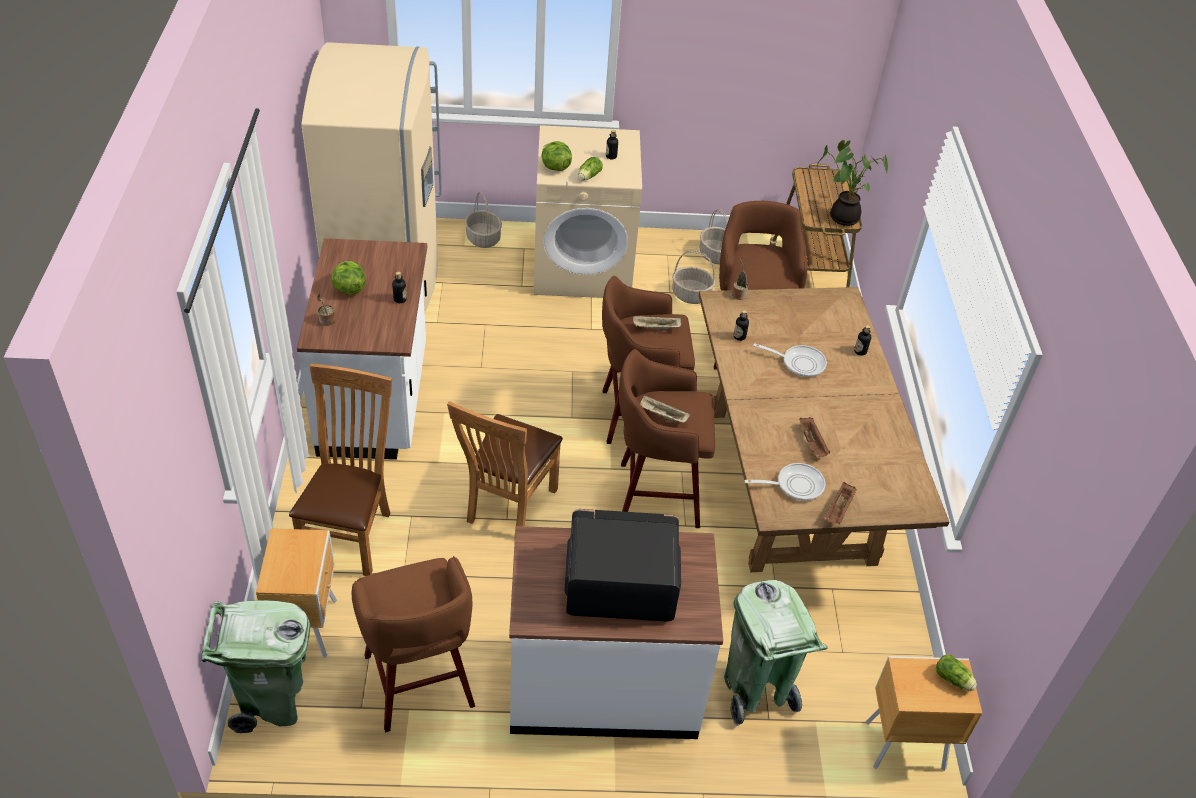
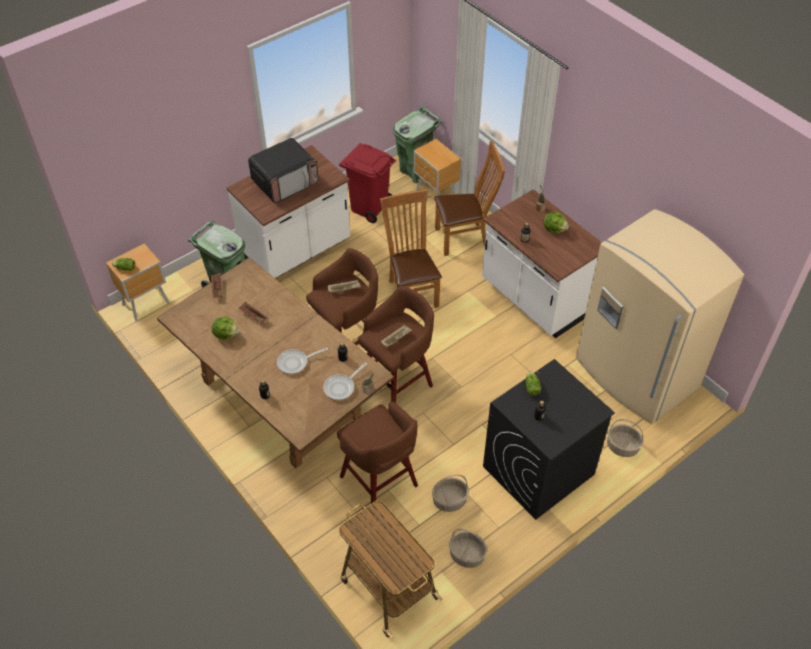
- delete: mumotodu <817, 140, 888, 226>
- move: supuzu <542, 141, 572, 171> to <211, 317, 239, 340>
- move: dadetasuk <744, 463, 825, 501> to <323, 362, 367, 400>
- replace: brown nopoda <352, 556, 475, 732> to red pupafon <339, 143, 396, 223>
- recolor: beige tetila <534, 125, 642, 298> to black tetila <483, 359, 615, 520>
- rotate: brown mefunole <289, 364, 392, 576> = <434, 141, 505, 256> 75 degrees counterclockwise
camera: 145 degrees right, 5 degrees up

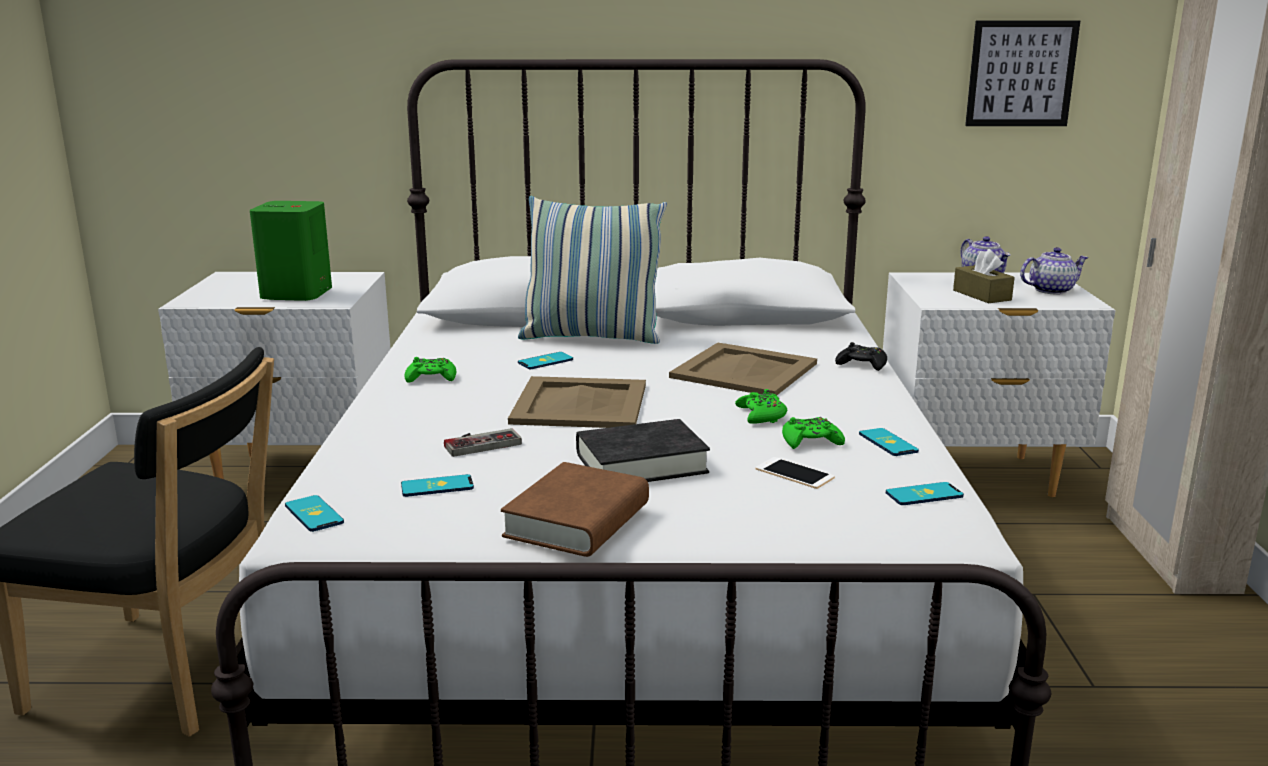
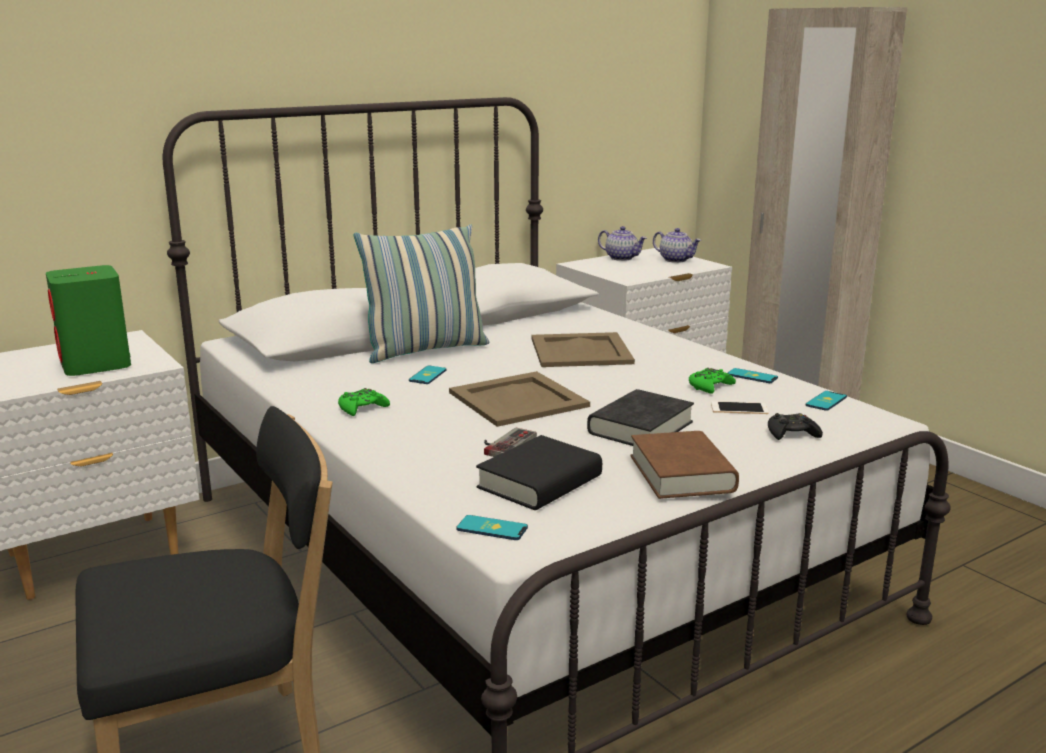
- delete: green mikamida <735, 389, 787, 424>
- delete: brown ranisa <953, 249, 1015, 303>
- delete: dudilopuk <965, 21, 1080, 126>
- move: black mikamida <835, 342, 887, 371> to <768, 413, 823, 440>
- replace: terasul <401, 474, 474, 497> to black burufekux <476, 435, 602, 510>
- rotate: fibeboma <1020, 247, 1089, 295> = <653, 228, 702, 263> 90 degrees clockwise
camera: 35 degrees left, 0 degrees up

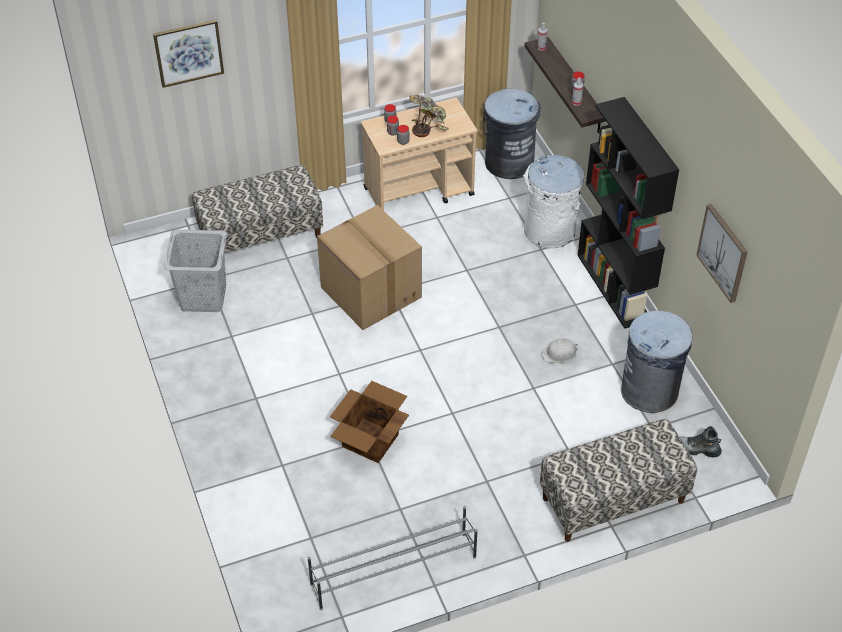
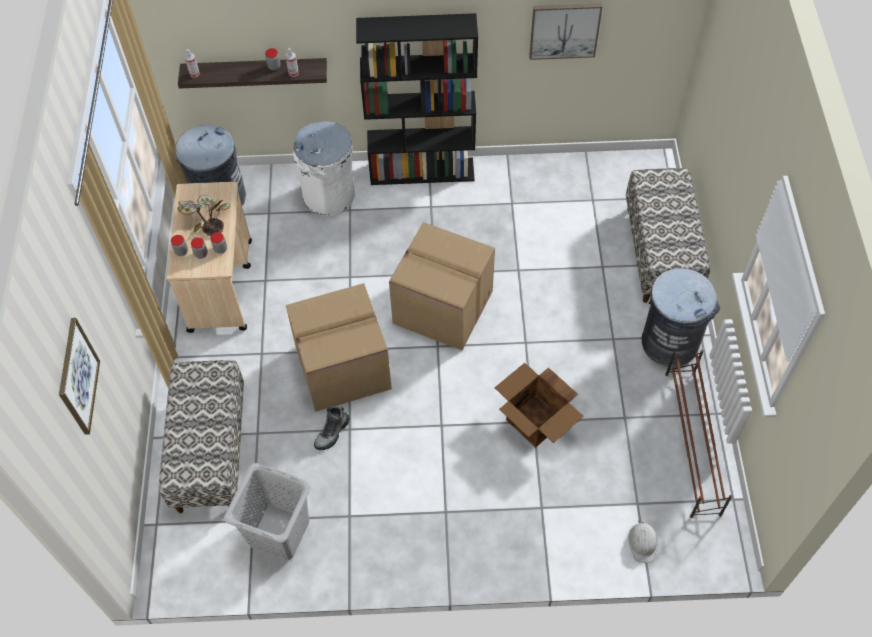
- insert: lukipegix <389, 222, 495, 350>
- move: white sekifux <541, 338, 578, 363> to <628, 521, 658, 563>
- move: grey pupafon <621, 311, 693, 413> to <642, 268, 720, 368>
- move: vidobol <680, 426, 722, 458> to <314, 407, 350, 450>
- recolor: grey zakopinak <308, 506, 478, 610> to brown zakopinak <665, 350, 732, 518>
camera: 70 degrees left, 10 degrees up

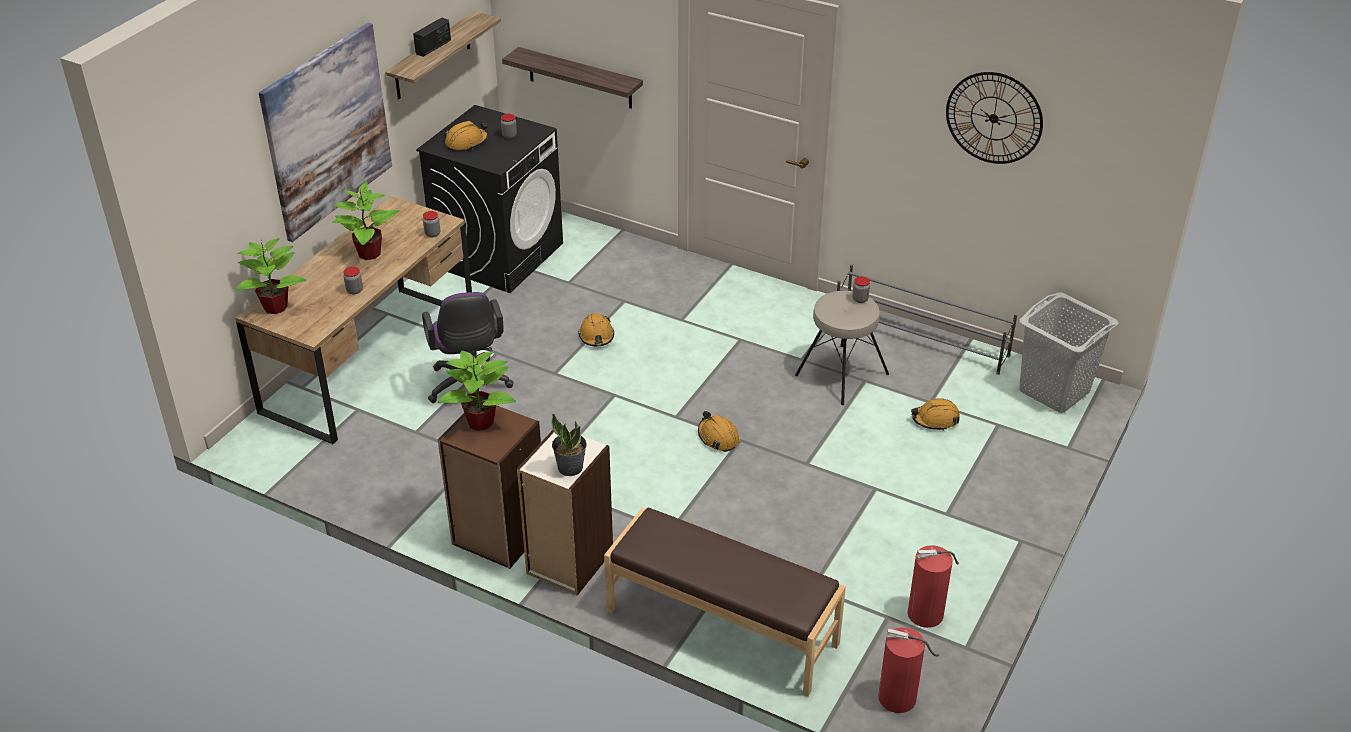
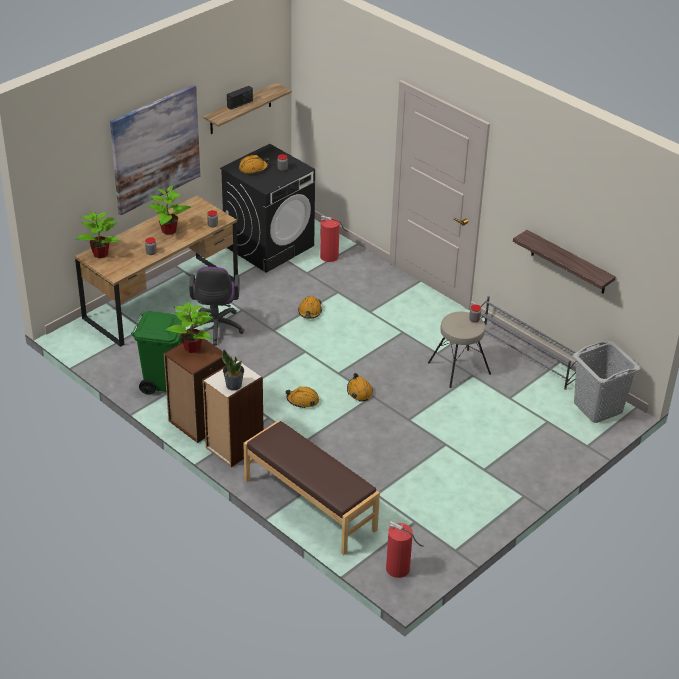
- delete: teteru <946, 72, 1043, 164>
- insert: green pupafon <131, 311, 182, 395>
- move: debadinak <502, 47, 643, 109> to <513, 230, 616, 294>
- move: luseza <908, 545, 959, 628> to <320, 216, 348, 262>
- move: orange sekifux <911, 398, 960, 431> to <286, 387, 319, 409>
camera: 15 degrees right, 0 degrees up

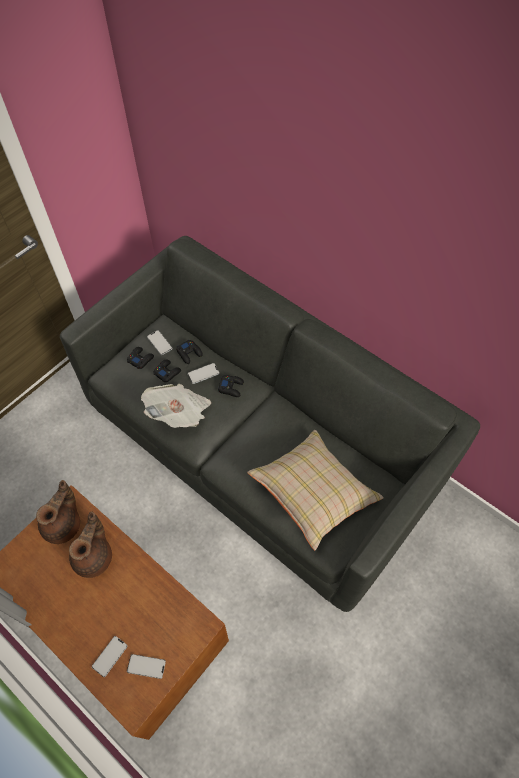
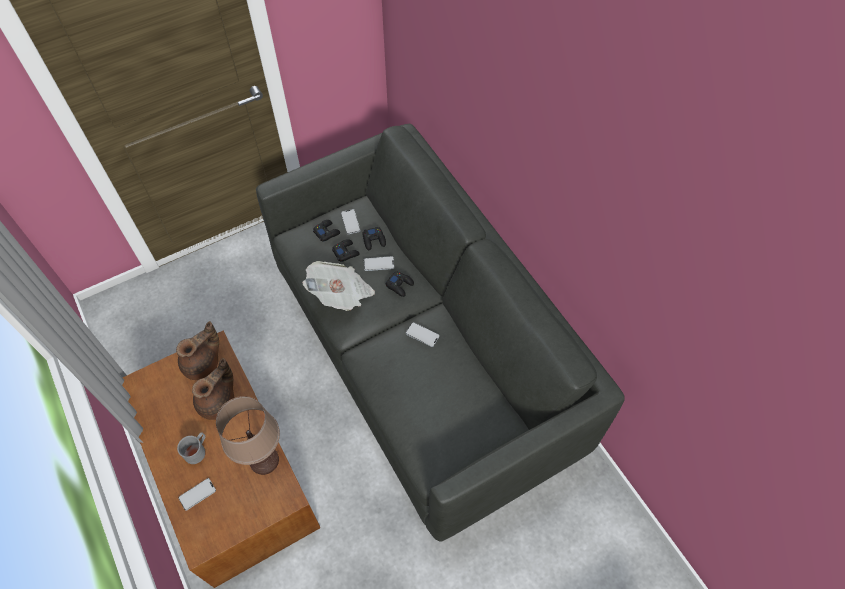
- delete: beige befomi <247, 430, 384, 550>
- insert: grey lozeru <177, 432, 206, 464>
- insert: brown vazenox <216, 396, 280, 475>
- move: terasul <127, 654, 166, 679> to <406, 322, 440, 347>
camera: 20 degrees right, 0 degrees up

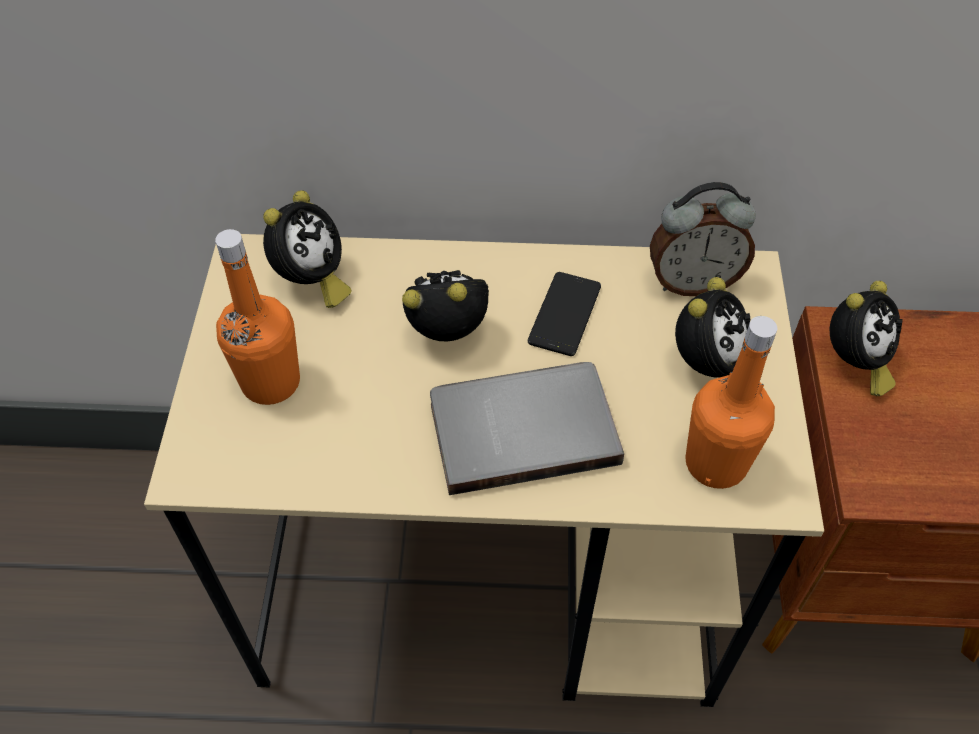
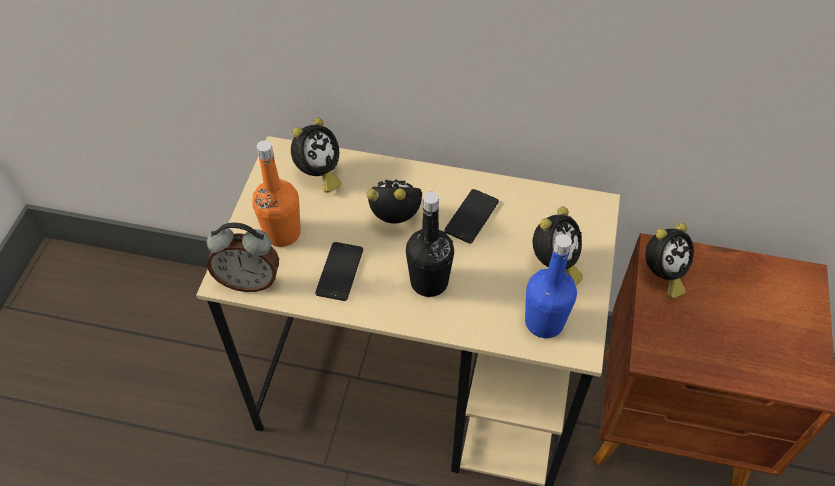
- insert: terasul <315, 242, 363, 301>
- move: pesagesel <650, 182, 756, 296> to <207, 222, 279, 292>
- replace: grey burufekux <430, 362, 624, 495> to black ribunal <406, 192, 454, 297>
- recolor: orange ribunal <686, 316, 777, 489> to blue ribunal <525, 234, 577, 338>
camera: 10 degrees right, 0 degrees up

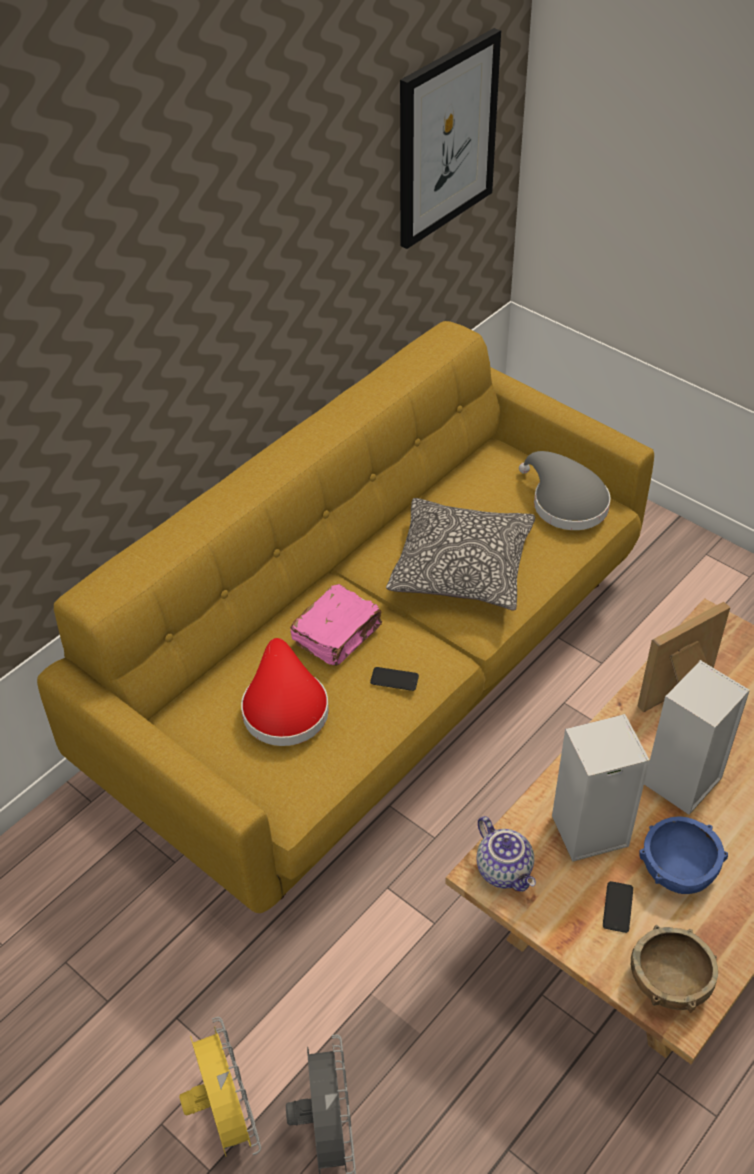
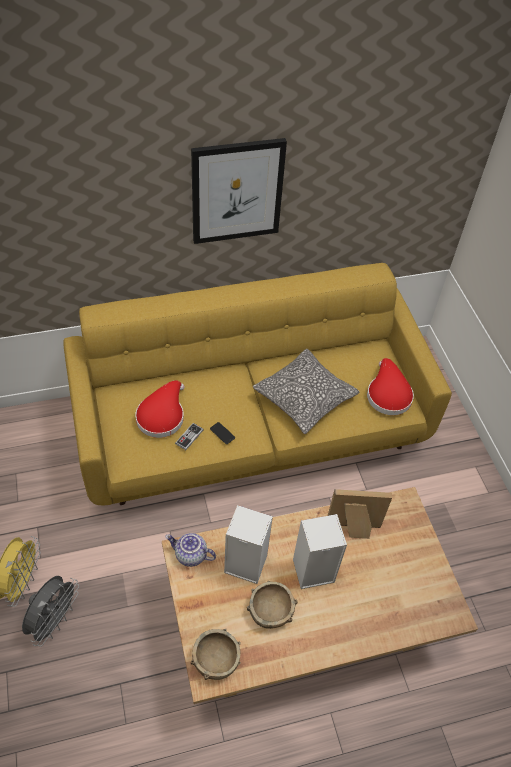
- delete: pink burufekux <290, 584, 382, 666>
- delete: terasul <603, 881, 633, 933>
- insert: mikamida <175, 423, 204, 450>
- move: dudilopuk <400, 28, 501, 249> to <191, 138, 287, 244>
- recolor: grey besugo <519, 451, 611, 530> to red besugo <367, 358, 414, 415>
- recolor: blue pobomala <639, 816, 728, 894> to brown pobomala <247, 581, 298, 629>
- rotate: fibeboma <477, 816, 536, 892> = <165, 533, 216, 567> 105 degrees clockwise
camera: 30 degrees right, 5 degrees up

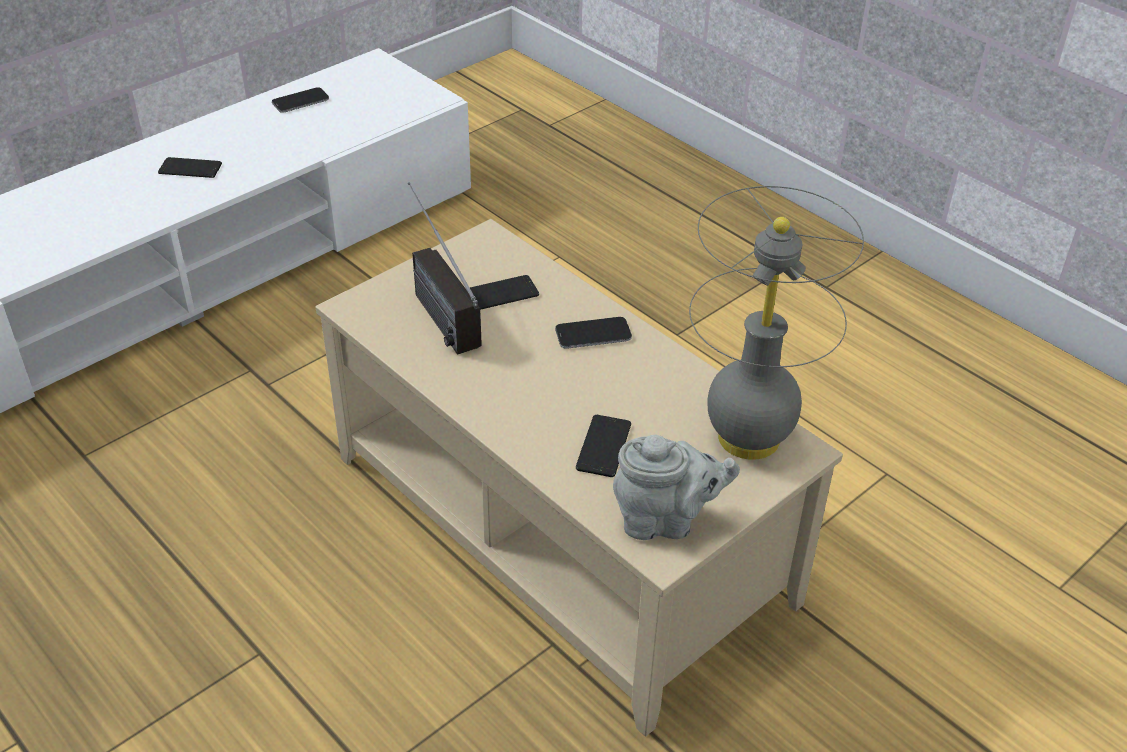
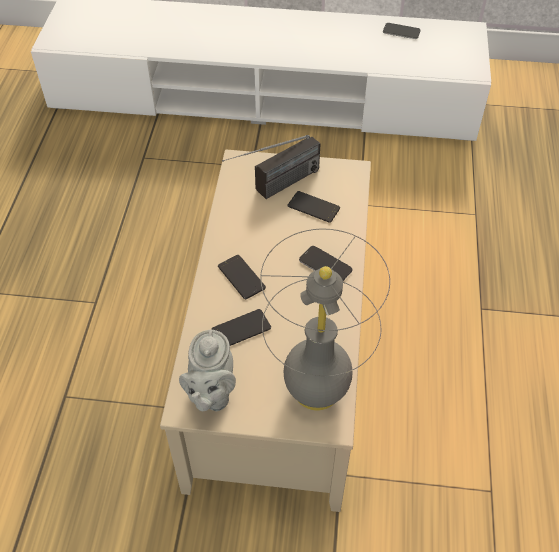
- move: terasul <158, 157, 222, 178> to <218, 255, 266, 299>
- rotate: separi <408, 182, 482, 355> = <222, 135, 321, 199> 150 degrees counterclockwise
- rotate: grey fibeboma <613, 435, 740, 540> = <179, 330, 236, 411> 45 degrees clockwise
camera: 50 degrees right, 10 degrees up

